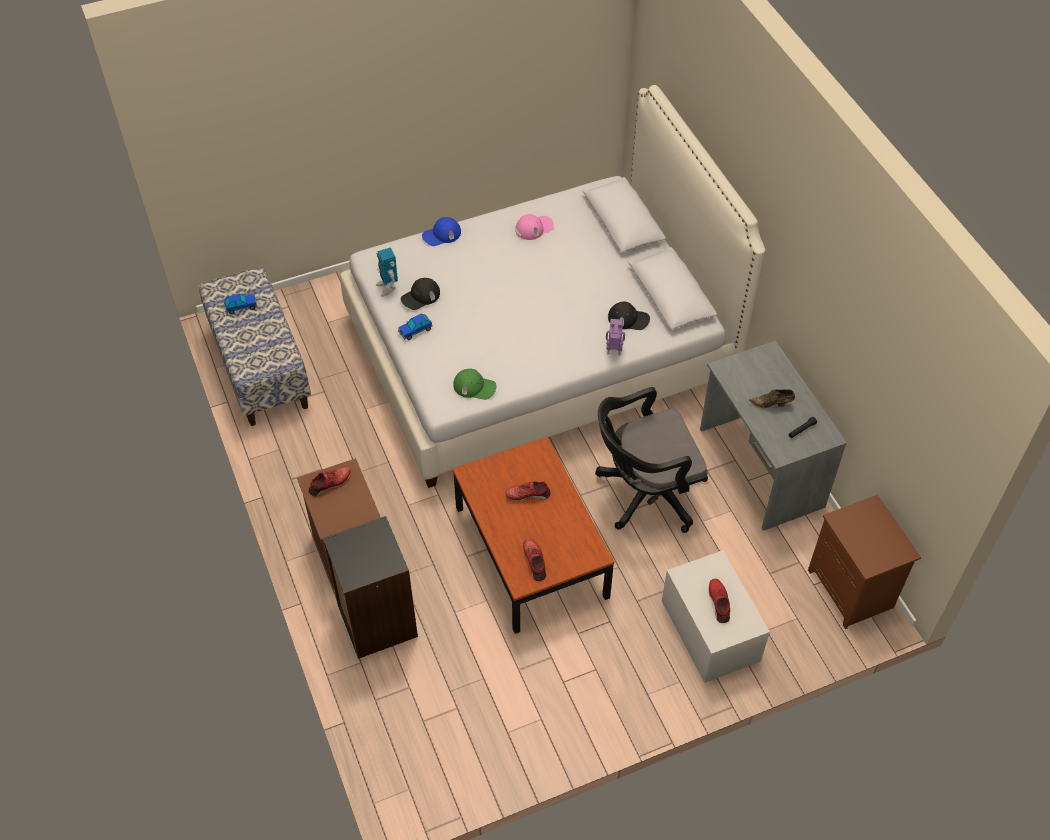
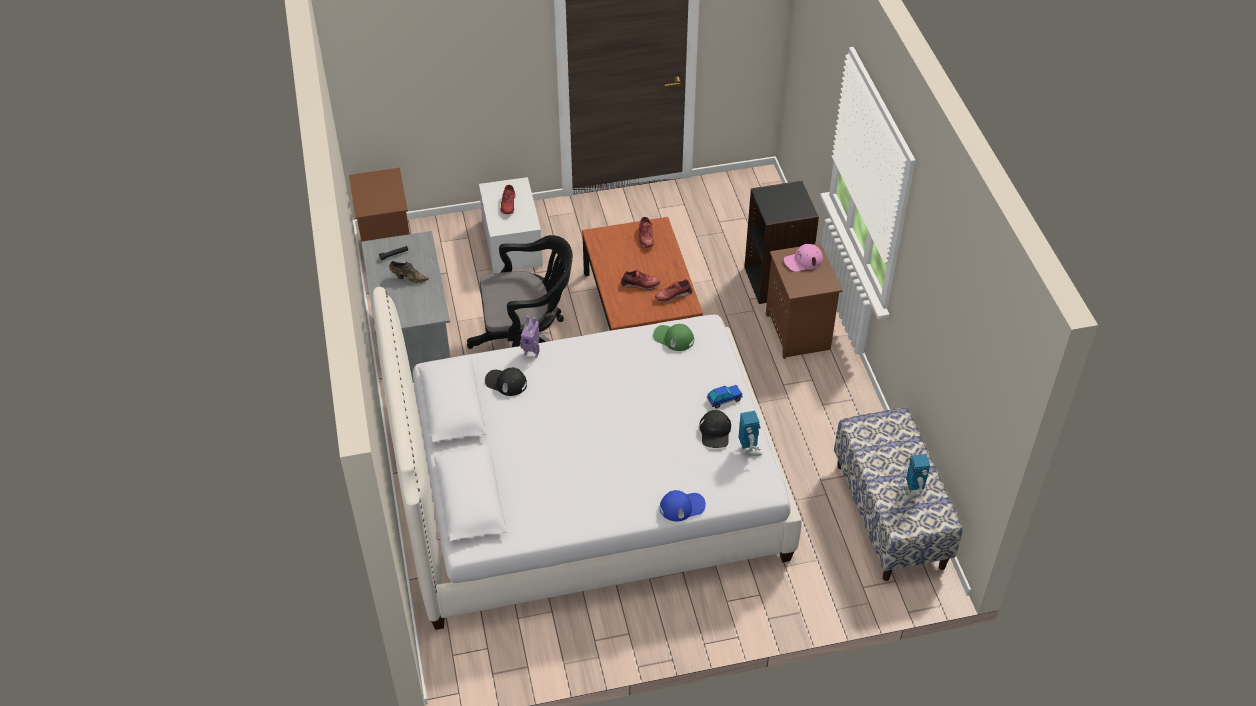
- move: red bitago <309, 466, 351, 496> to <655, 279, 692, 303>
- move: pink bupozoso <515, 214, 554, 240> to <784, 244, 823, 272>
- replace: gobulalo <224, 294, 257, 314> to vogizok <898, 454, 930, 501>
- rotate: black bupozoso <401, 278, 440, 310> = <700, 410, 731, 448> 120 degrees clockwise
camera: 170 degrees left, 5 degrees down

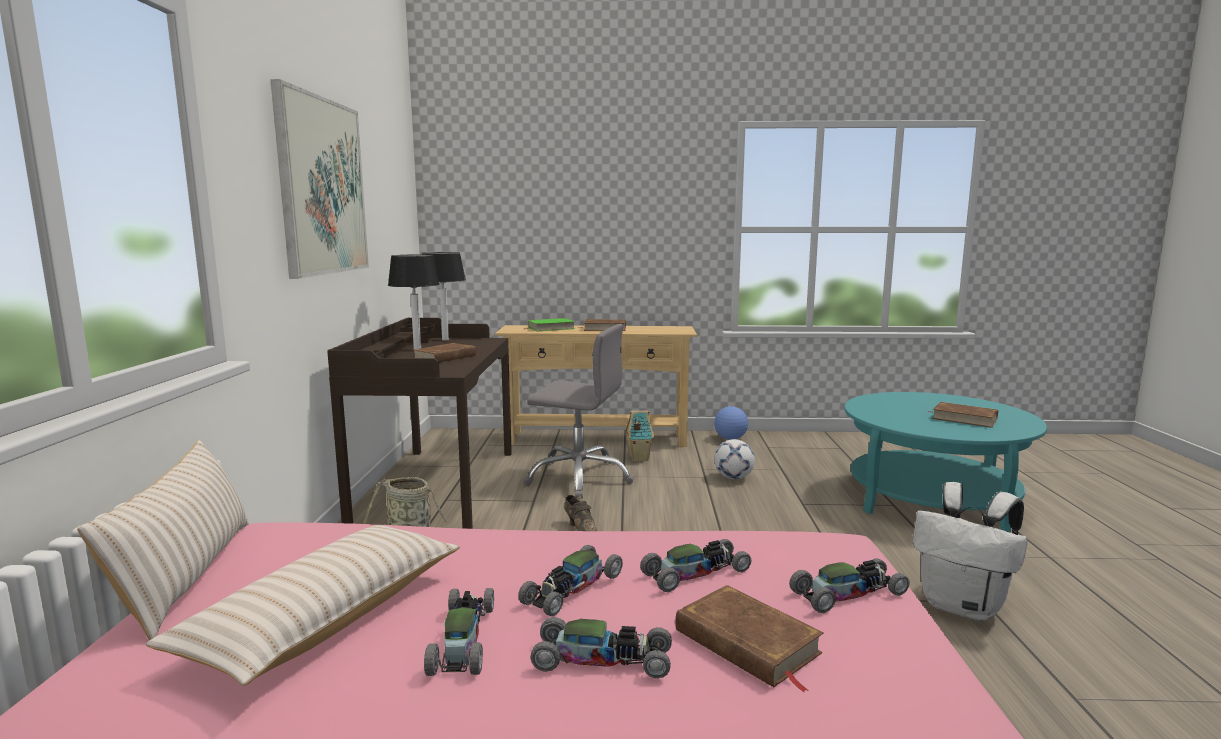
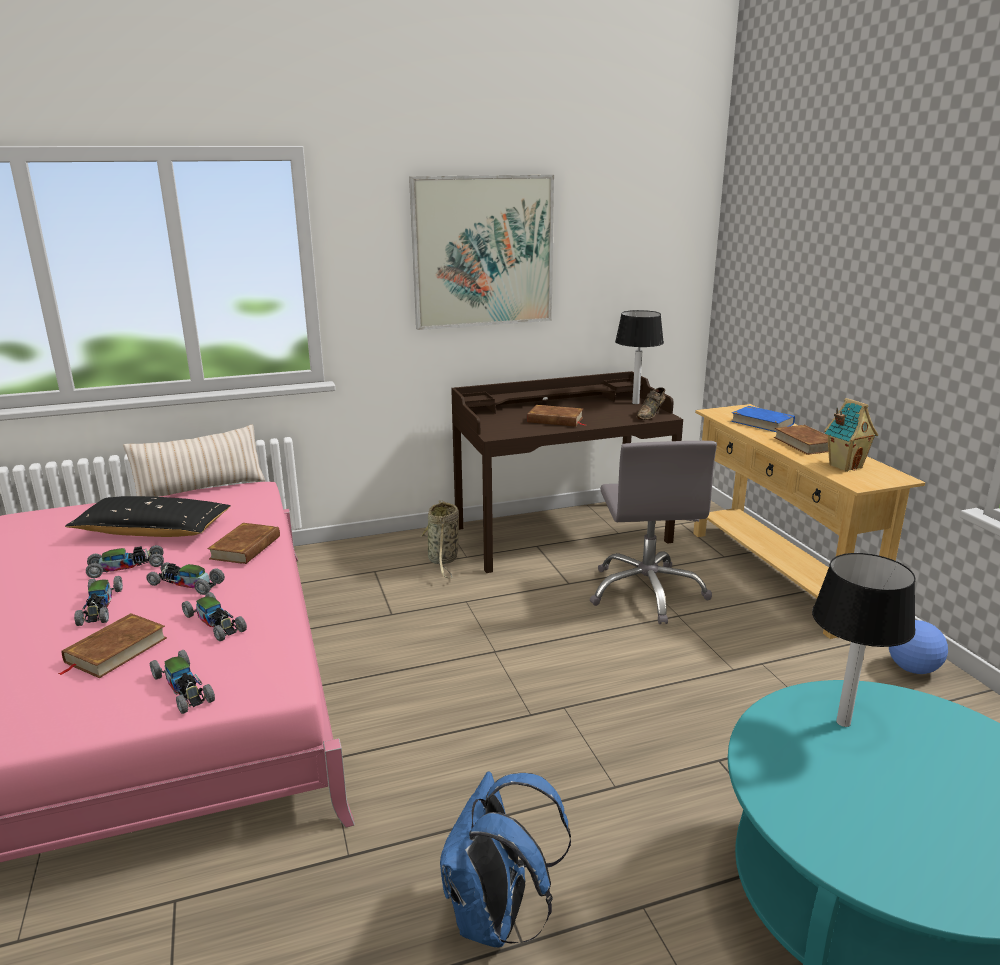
- delete: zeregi <714, 439, 755, 479>
- move: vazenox <388, 255, 439, 349> to <812, 553, 915, 727>
- move: brown bitago <564, 495, 597, 531> to <637, 387, 666, 420>
- move: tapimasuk <625, 410, 654, 461> to <824, 398, 878, 472>
- move: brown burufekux <928, 402, 998, 428> to <207, 523, 280, 564>
- recolor: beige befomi <146, 525, 460, 686> to black befomi <65, 496, 231, 537>
- recolor: green burufekux <527, 318, 575, 332> to blue burufekux <731, 406, 795, 432>
- recolor: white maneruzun <913, 482, 1027, 621> to blue maneruzun <440, 771, 571, 947>
camera: 70 degrees right, 10 degrees up

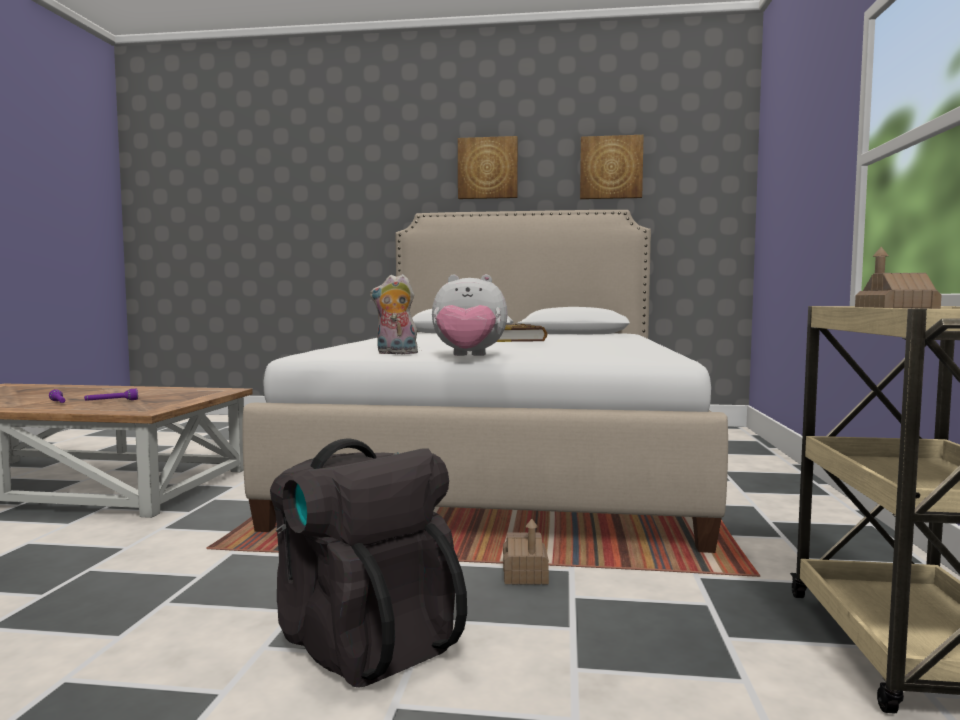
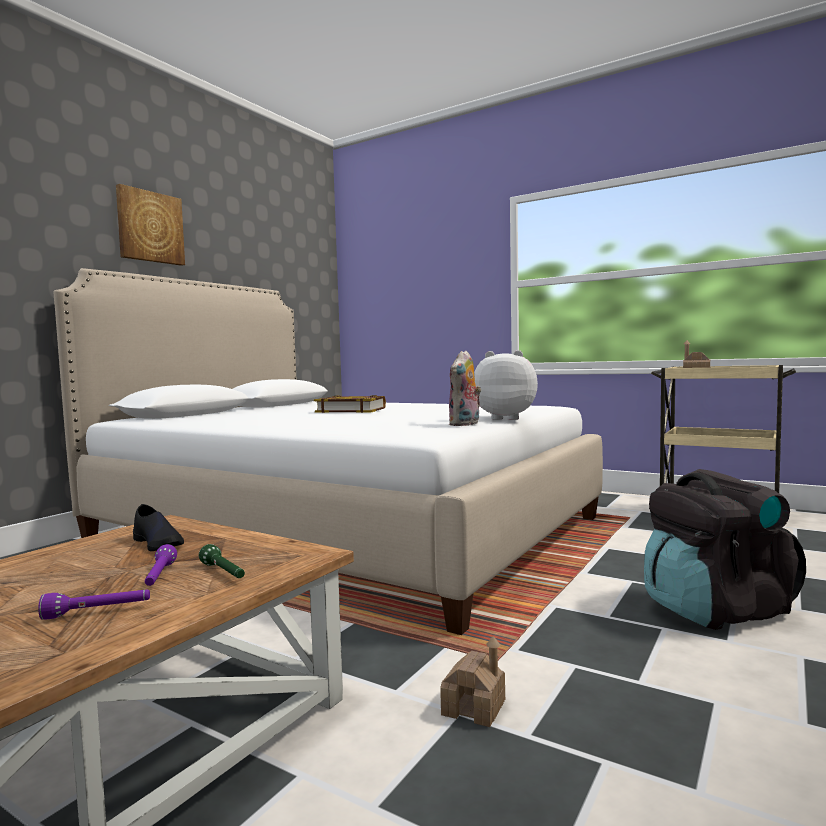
- delete: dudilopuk <580, 135, 644, 199>
- insert: black bitago <133, 504, 184, 551>
- insert: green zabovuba <199, 544, 245, 578>
- move: tapimasuk <503, 519, 549, 585> to <440, 636, 505, 727>
- rotate: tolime <432, 274, 508, 356> = <474, 350, 538, 420> 105 degrees counterclockwise
camera: 65 degrees left, 0 degrees up

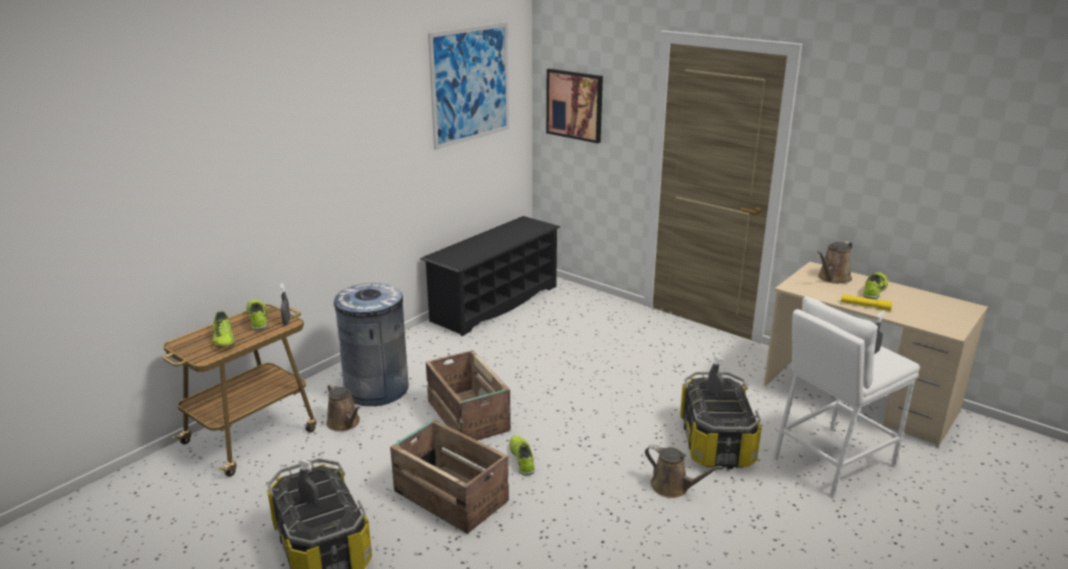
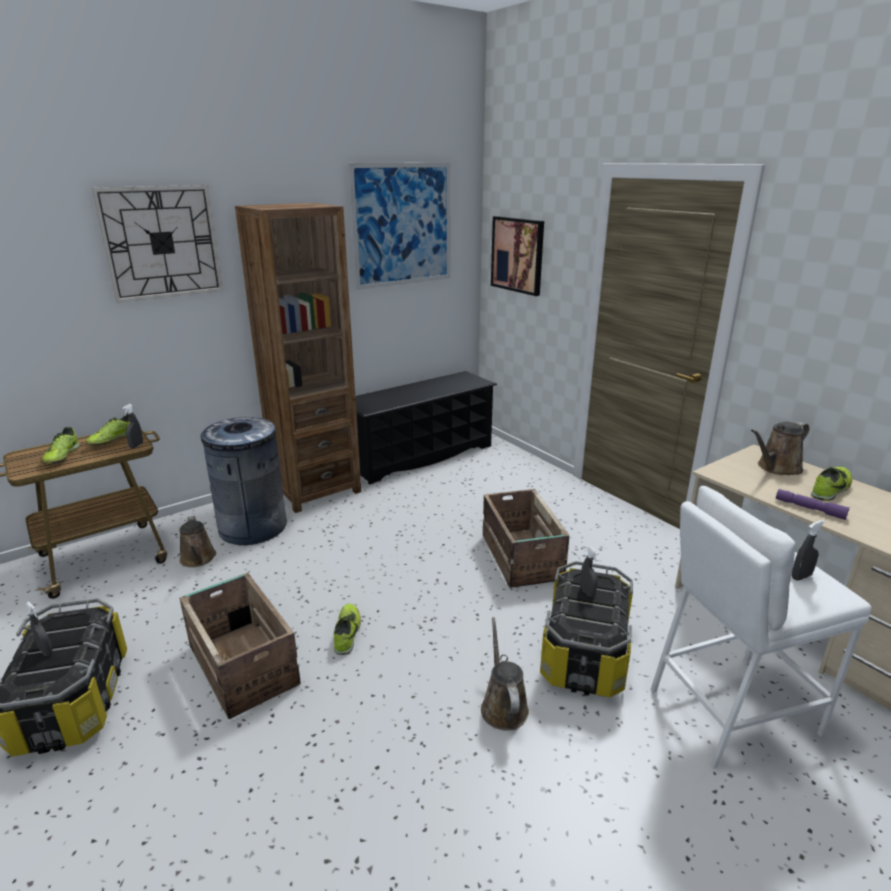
- insert: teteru <91, 185, 223, 303>
- insert: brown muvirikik <235, 203, 361, 513>
- move: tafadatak <426, 350, 511, 441> to <483, 489, 570, 588>
- recolor: yellow zabovuba <841, 294, 892, 311> to purple zabovuba <776, 489, 850, 520>
- rotate: bitago <247, 299, 268, 330> = <86, 412, 130, 446> 150 degrees counterclockwise
- rotate: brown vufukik <645, 444, 723, 498> = <481, 617, 529, 731> 150 degrees counterclockwise
camera: 15 degrees right, 0 degrees up

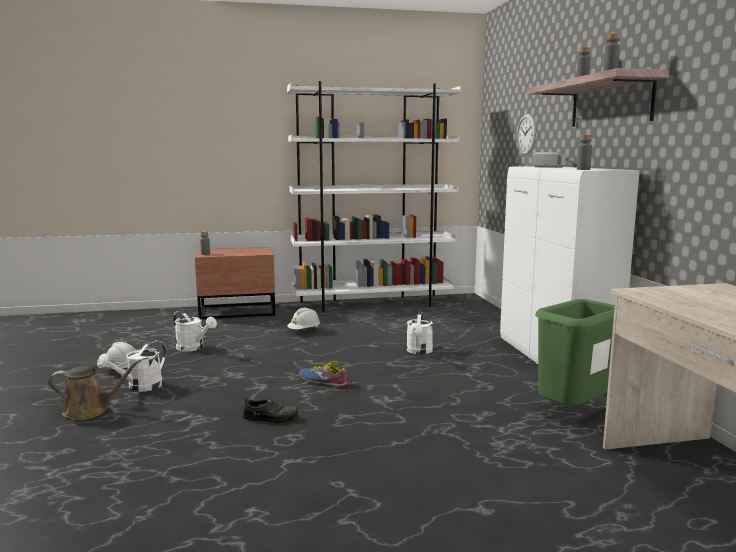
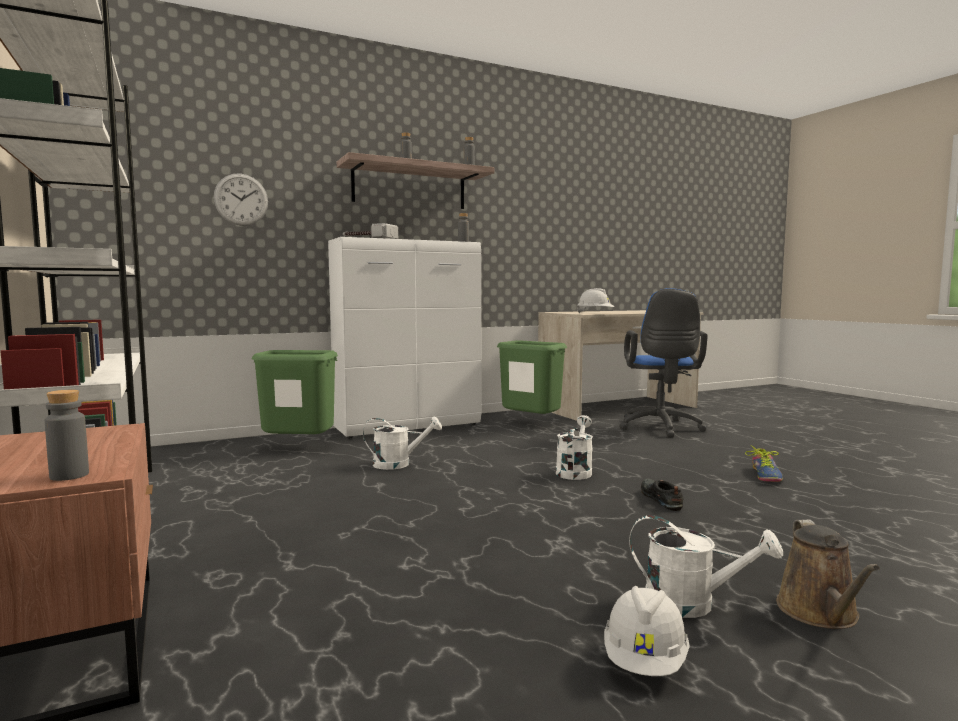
- insert: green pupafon <252, 350, 338, 434>
- insert: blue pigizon <619, 288, 708, 438>
- move: white vufukik <173, 310, 217, 352> to <556, 415, 593, 480>
- move: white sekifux <287, 308, 320, 329> to <577, 288, 615, 313>
- move: bitago <299, 361, 347, 387> to <745, 446, 783, 482>
- rotate: brown vufukik <48, 360, 141, 420> = <776, 520, 880, 629> 150 degrees counterclockwise
camera: 105 degrees left, 5 degrees down

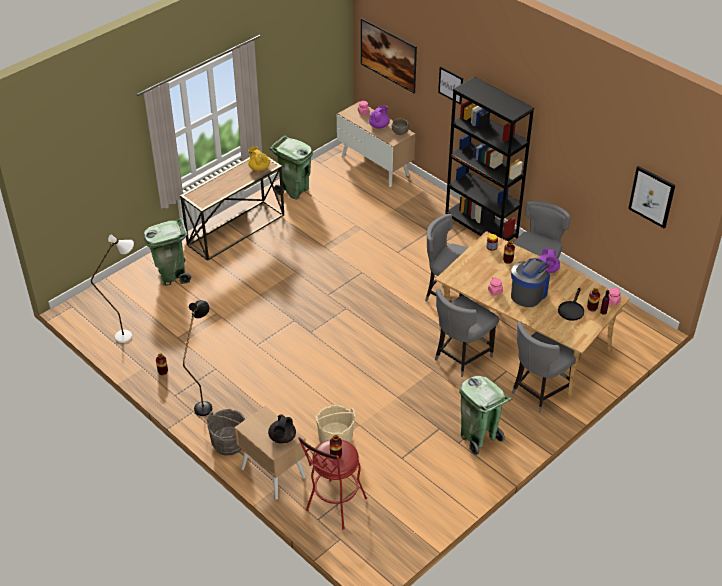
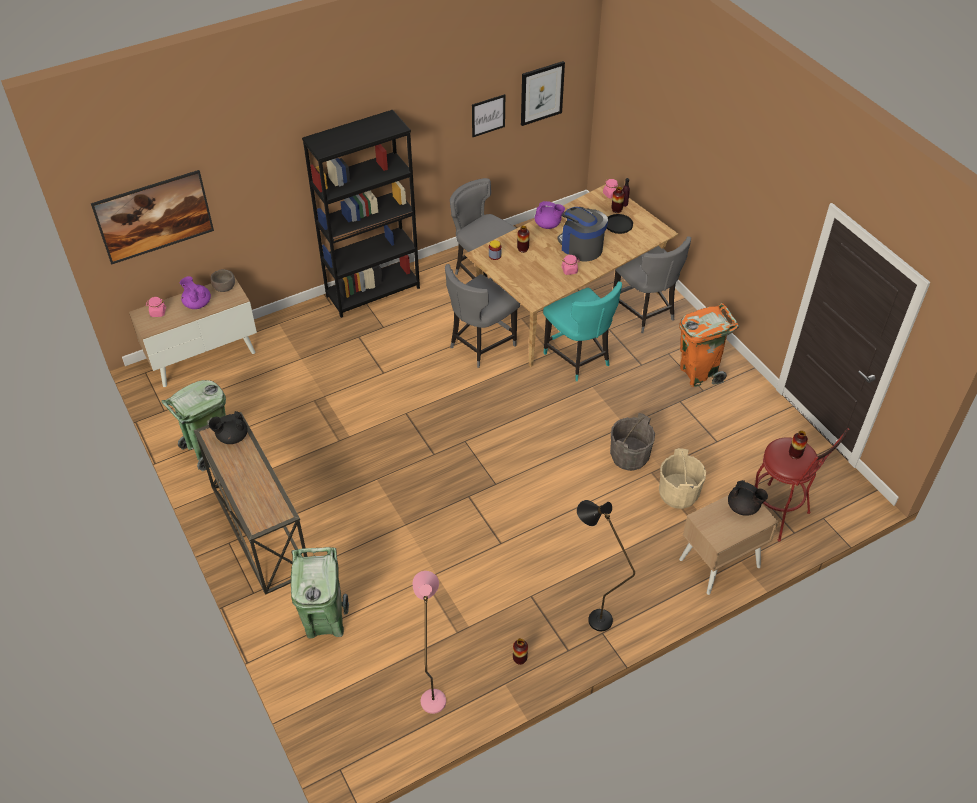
- move: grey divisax <206, 409, 245, 455> to <610, 413, 655, 471>
- move: dudilopuk <438, 66, 463, 105> to <472, 94, 505, 137>
- recolor: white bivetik <91, 234, 134, 343> to pink bivetik <413, 571, 446, 714>
- recolor: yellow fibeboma <248, 146, 270, 171> to black fibeboma <209, 411, 248, 444>
- recolor: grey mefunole <435, 288, 499, 377> to turquoise mefunole <543, 281, 622, 381>
- recolor: green pupafon <459, 376, 512, 456> to orange pupafon <679, 303, 739, 387>
camera: 75 degrees left, 5 degrees up

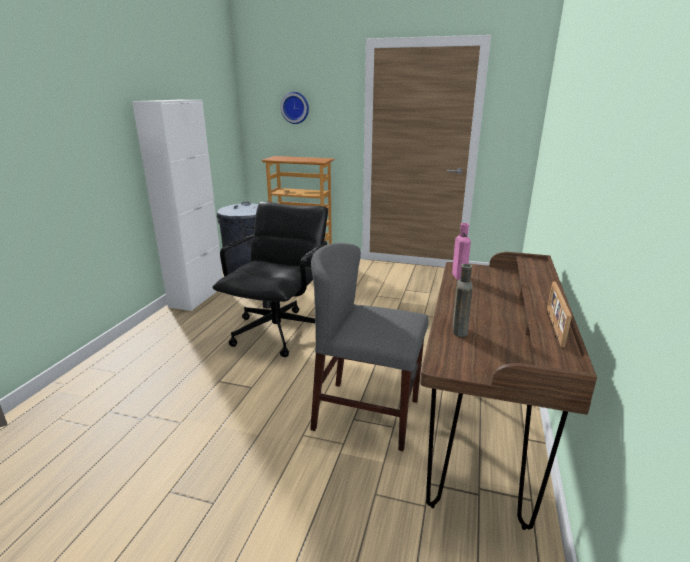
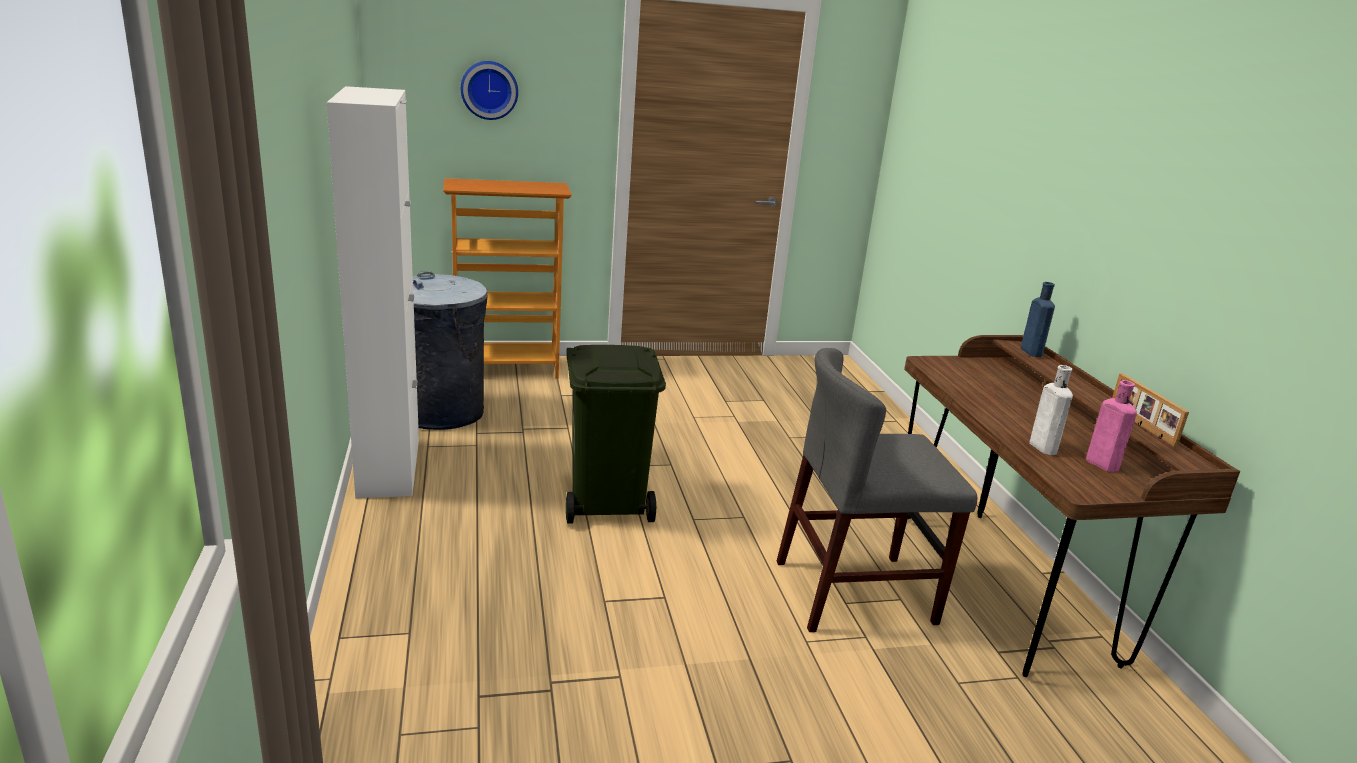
- insert: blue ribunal <1021, 282, 1055, 357>
- move: pink ribunal <452, 223, 471, 280> to <1086, 380, 1137, 472>
- replace: black pigizon <213, 201, 328, 357> to green pupafon <566, 345, 666, 524>
- recolor: brown ribunal <453, 264, 473, 337> to white ribunal <1029, 365, 1073, 455>
camera: 30 degrees left, 0 degrees up

